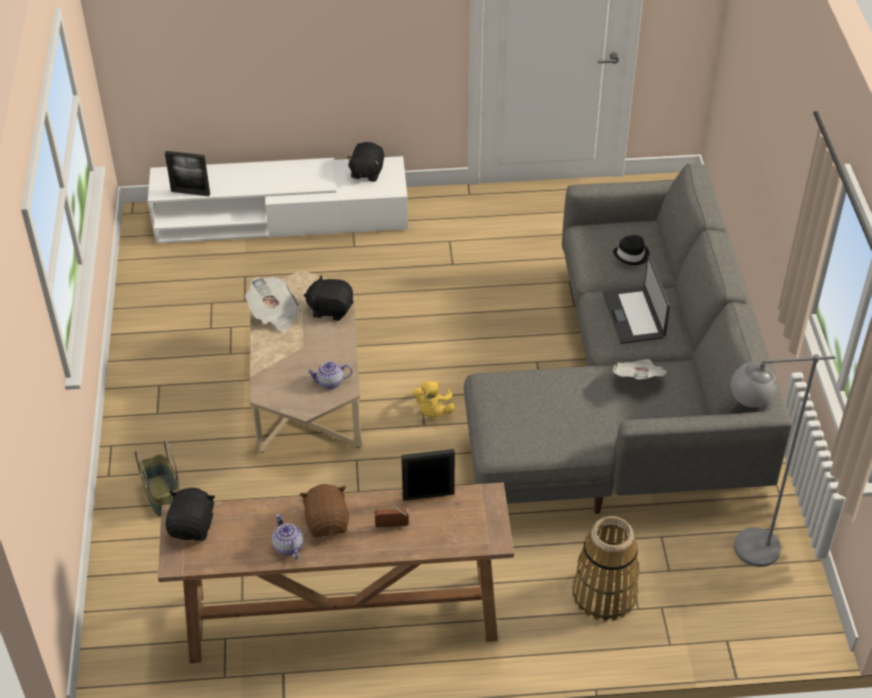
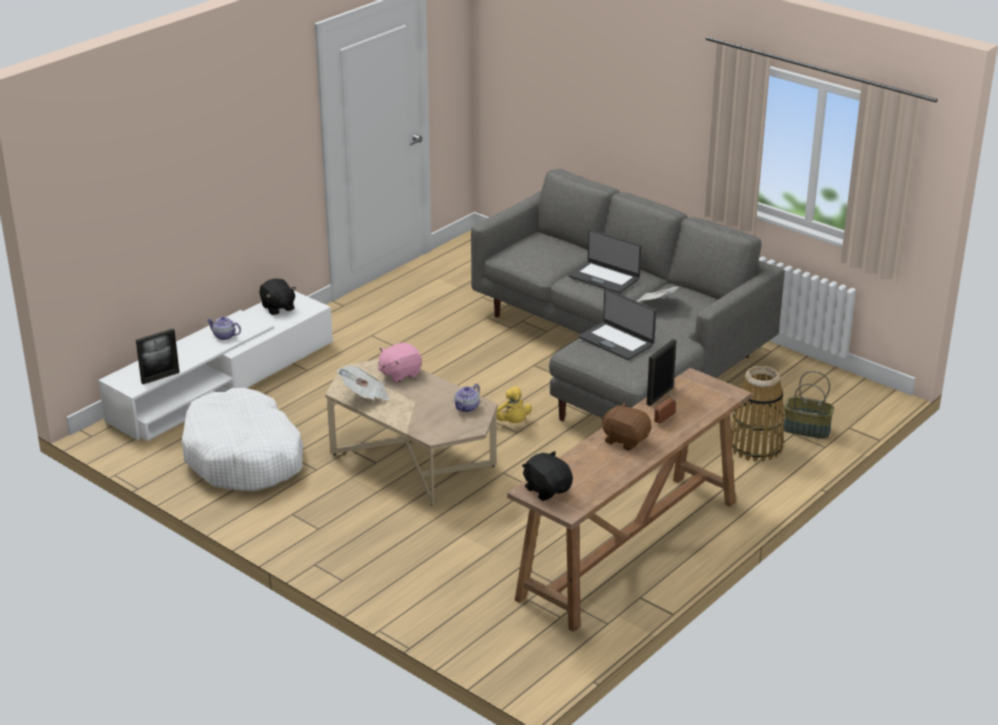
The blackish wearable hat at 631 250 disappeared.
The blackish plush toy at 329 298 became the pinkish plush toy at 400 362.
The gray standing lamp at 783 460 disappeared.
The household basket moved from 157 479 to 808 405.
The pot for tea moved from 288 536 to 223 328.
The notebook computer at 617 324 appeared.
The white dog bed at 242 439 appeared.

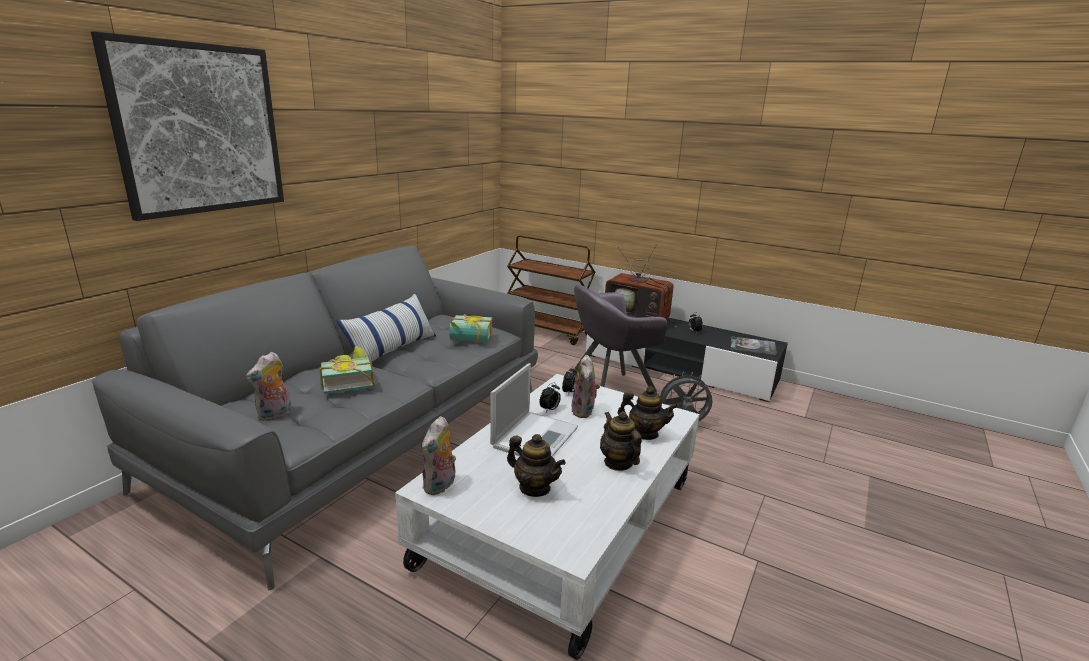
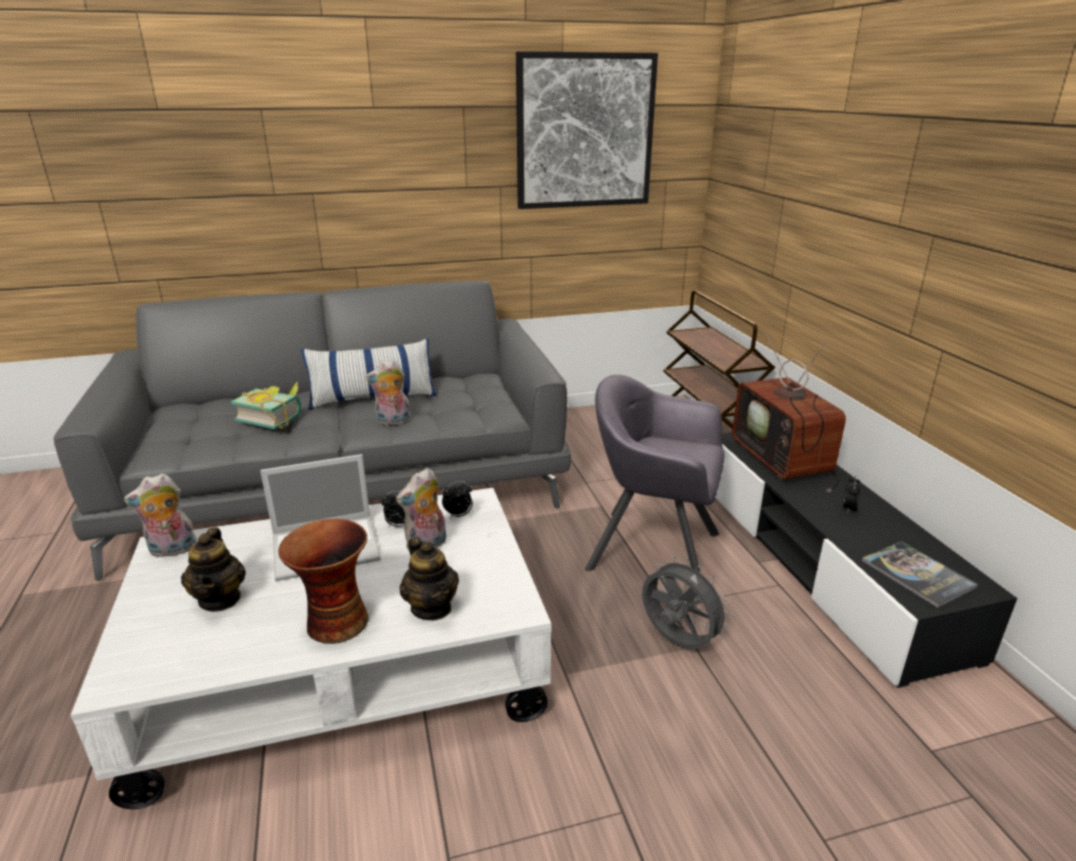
The wall picture moved from 187 126 to 587 130.
The bound book at 470 328 disappeared.
The plush toy moved from 269 386 to 388 392.
The pot for tea at 621 441 was replaced by the vase at 323 581.

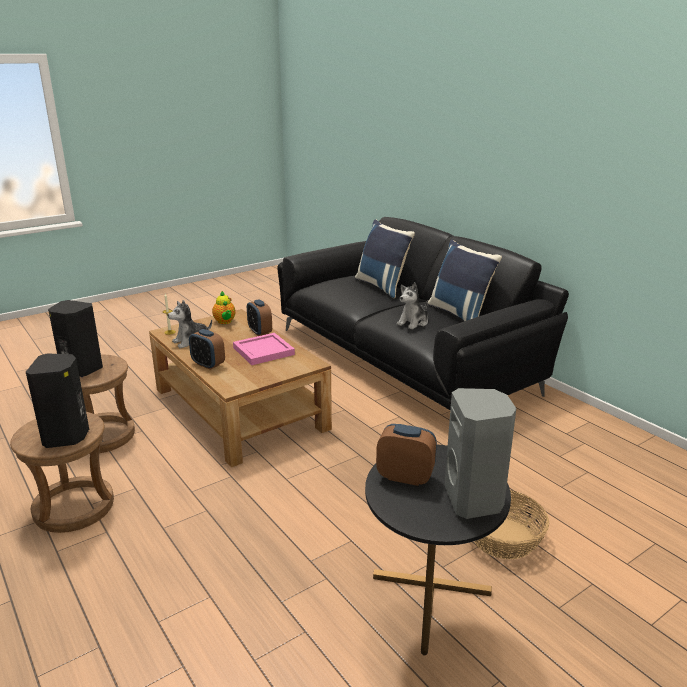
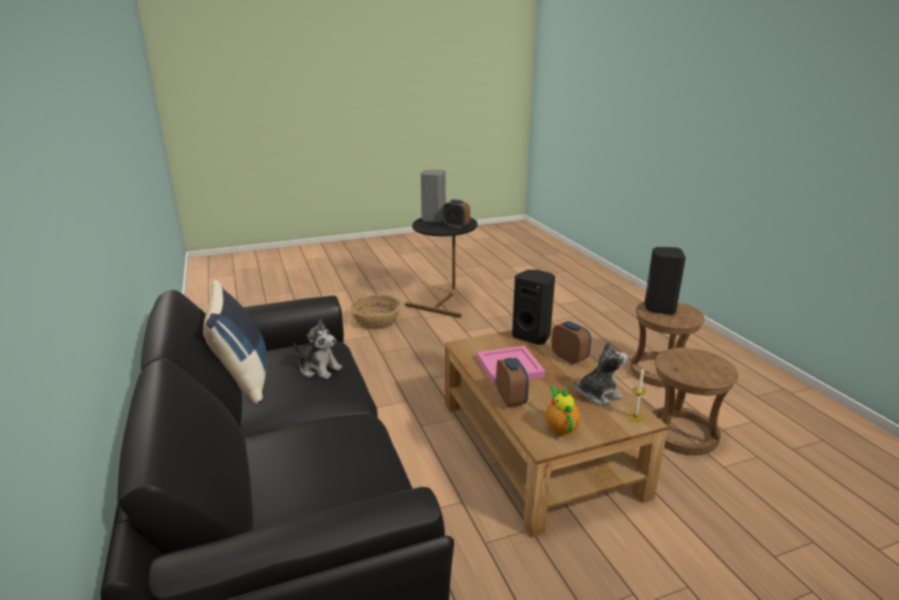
The blue throw pillow at 385 258 disappeared.
The plush toy at 412 305 turned 60 degrees clockwise.
The blackish loudspeaker moved from 75 338 to 533 307.

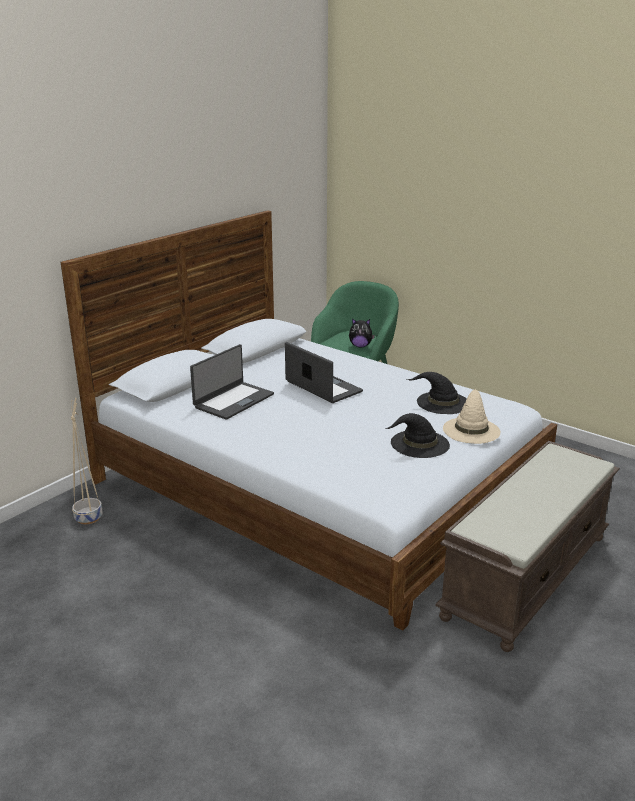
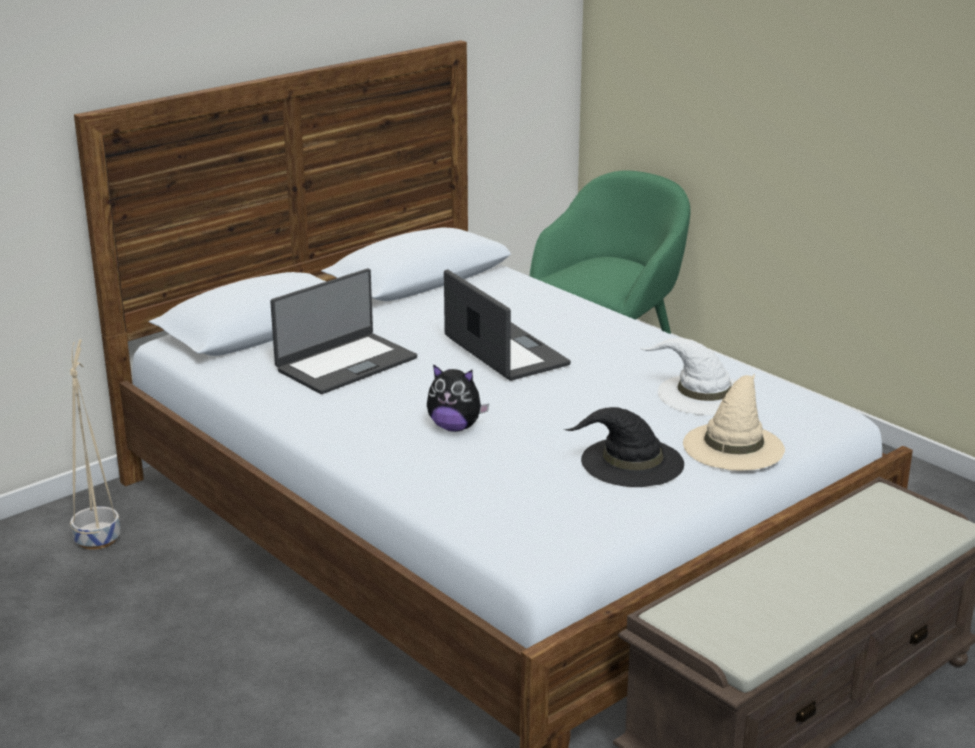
The plush toy moved from 362 332 to 458 398.
The blackish wearable hat at 437 393 became the white wearable hat at 687 377.

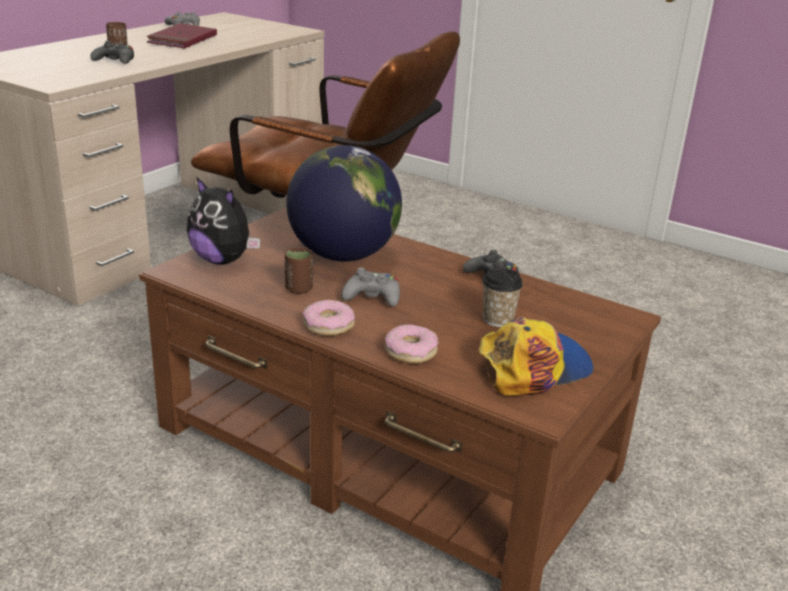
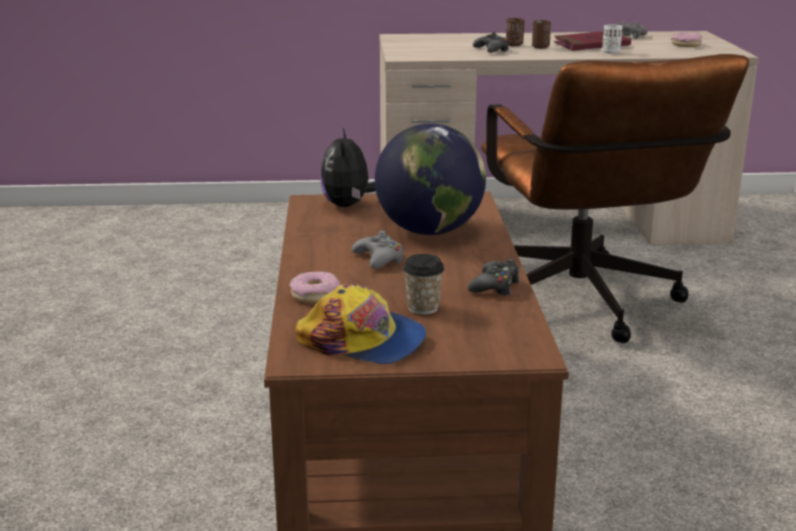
The brownish cup moved from 299 270 to 541 34.
The ring doughnut moved from 328 318 to 686 39.
The white cup at 612 39 appeared.

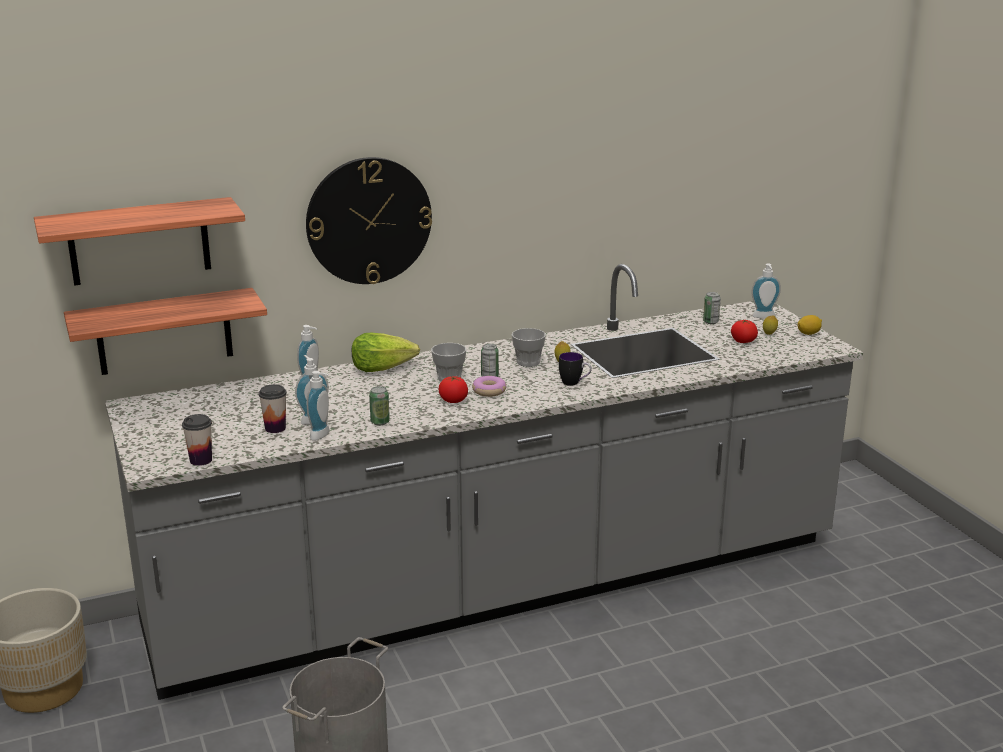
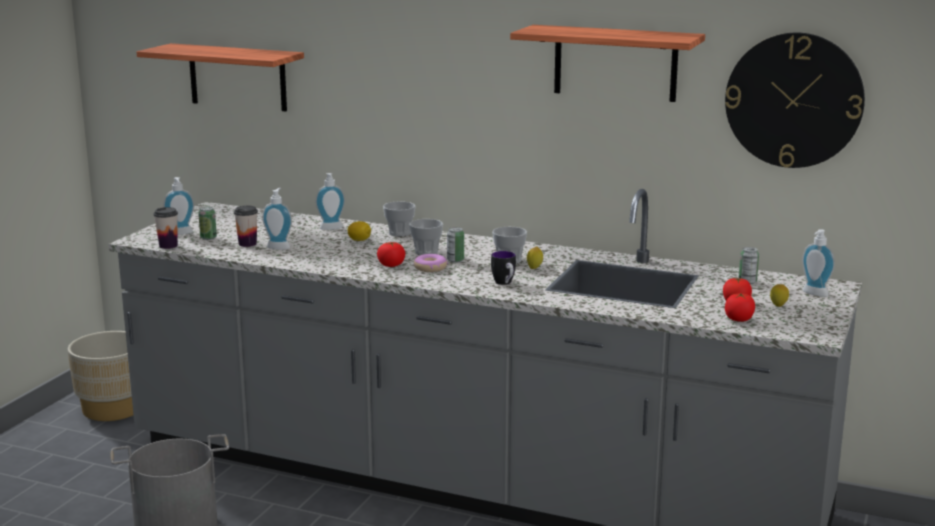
The hanging clock moved from 369 220 to 795 100.
The bracket shelf moved from 165 331 to 607 63.
The lemon moved from 810 325 to 359 231.
The head of lettuce at 386 352 was replaced by the cup at 399 219.
The soap dispenser moved from 318 406 to 178 206.
The sealed can moved from 379 405 to 207 223.
The whole tomato at 740 307 appeared.

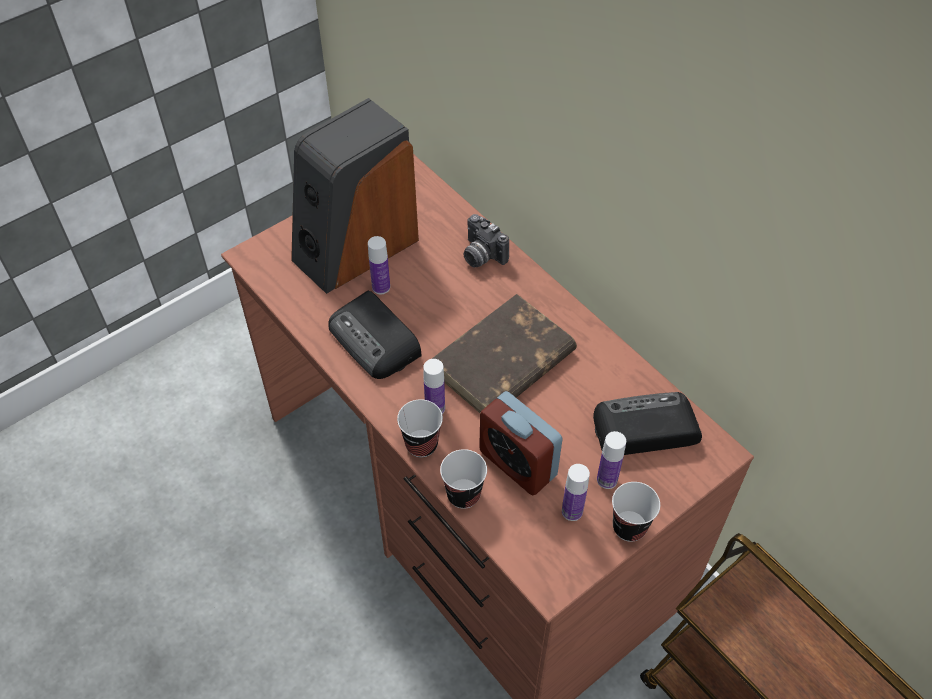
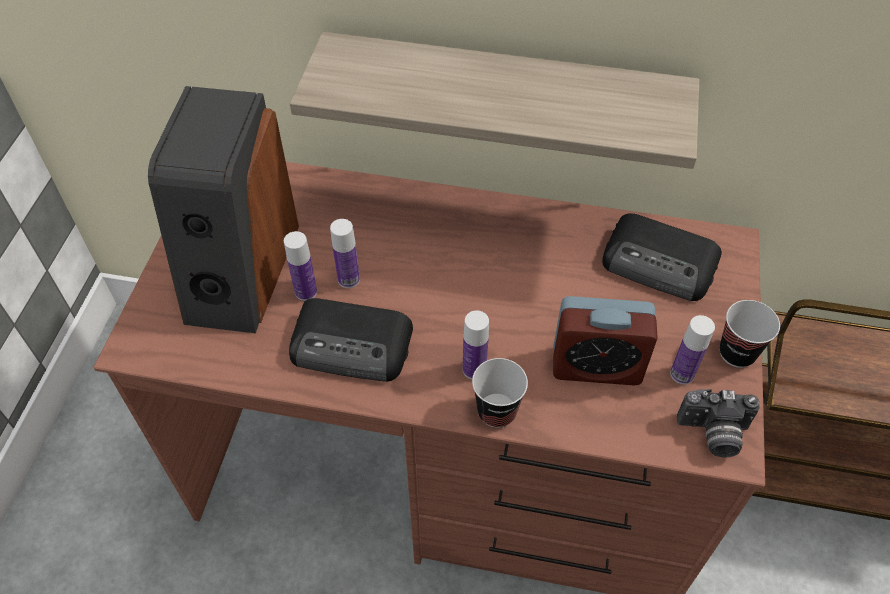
The still camera moved from 486 240 to 718 423.
The brownish bound book at 504 353 disappeared.
The radio set at 647 423 turned 105 degrees counterclockwise.
The beverage bottle moved from 611 460 to 345 253.
The cup at 463 479 disappeared.
The bracket shelf at 494 100 appeared.

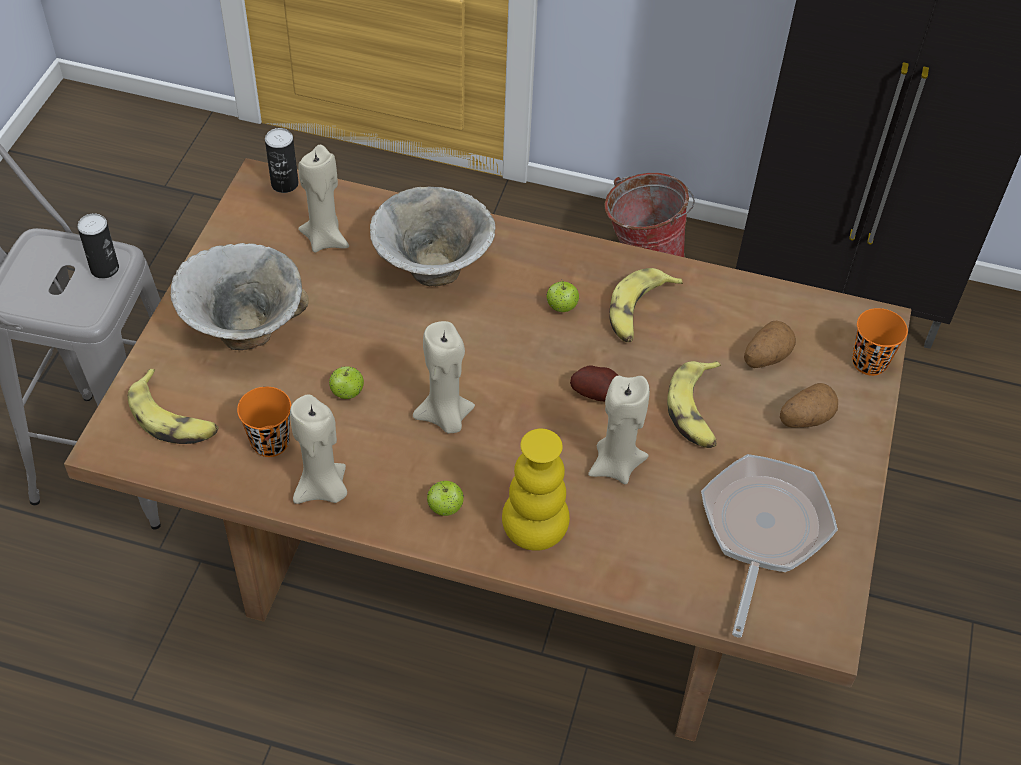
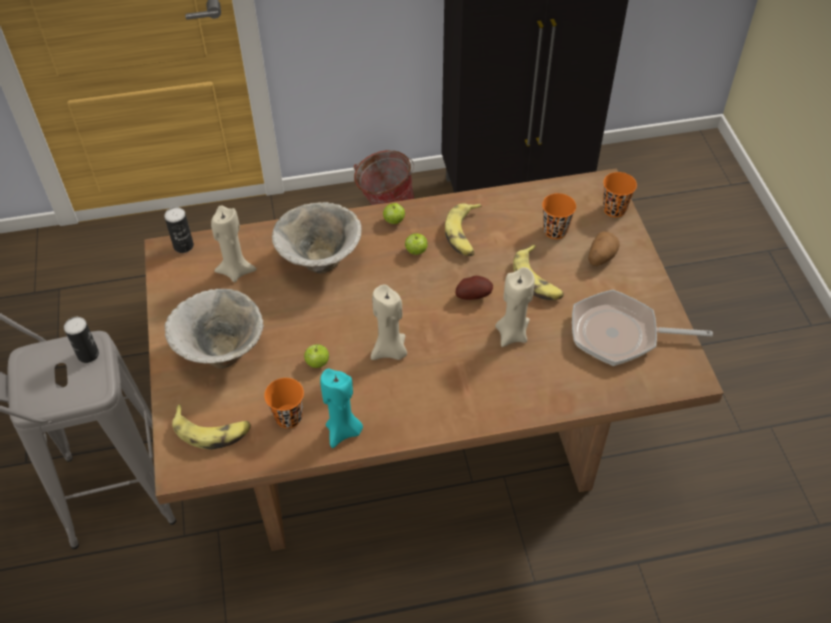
The spud at 770 344 was replaced by the orangey cup at 559 216.
The beige wax light at 318 449 became the blue-green wax light at 341 408.
The yellow-coloured vase at 536 490 disappeared.
The skillet at 769 546 turned 75 degrees counterclockwise.
The apple moved from 445 498 to 394 213.

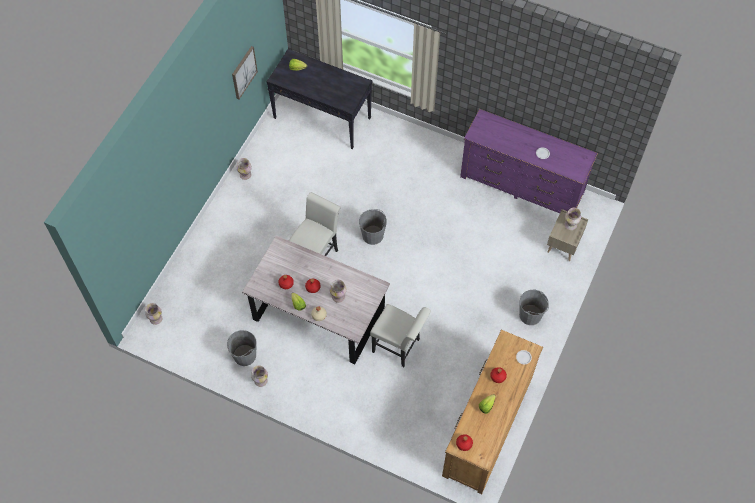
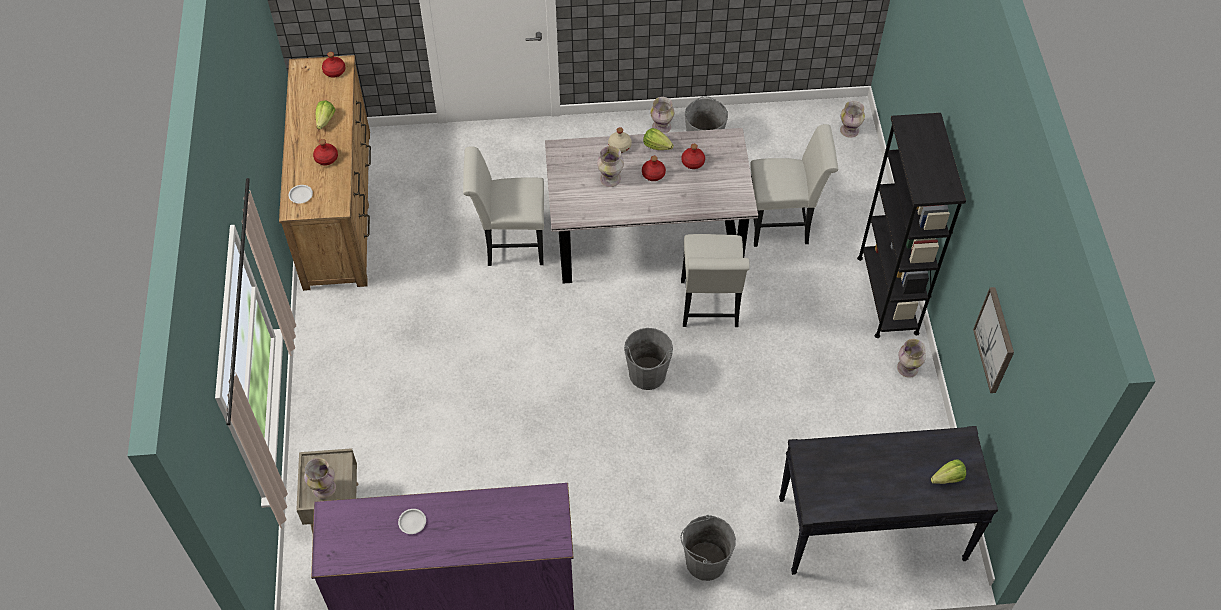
The gray water bucket moved from 534 307 to 708 548.
The blackish bookcase at 911 225 appeared.
The white upright chair at 794 185 appeared.

